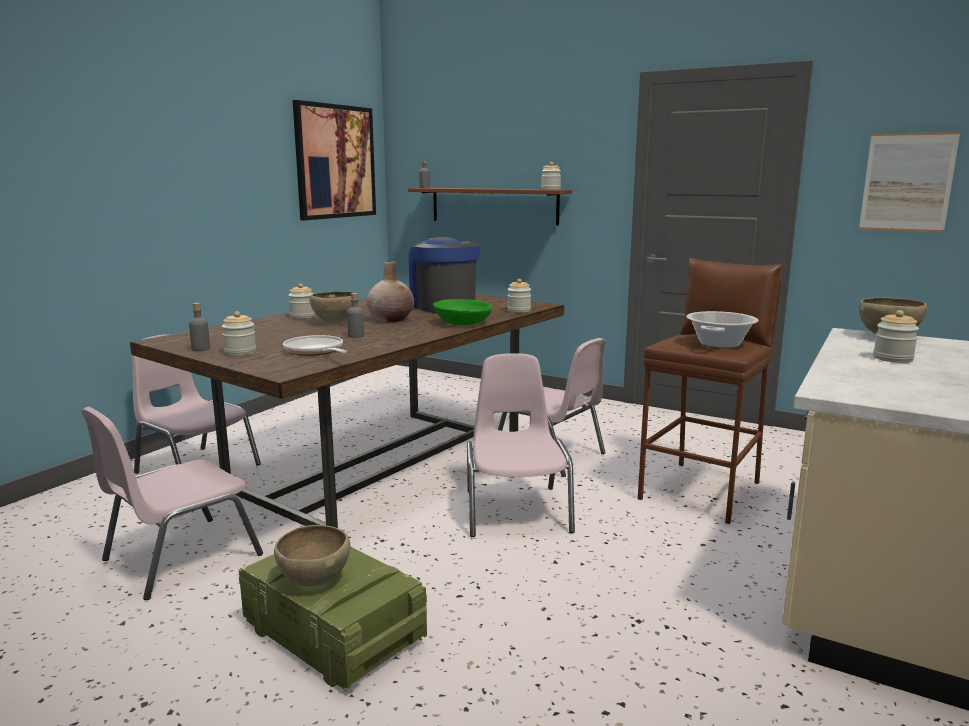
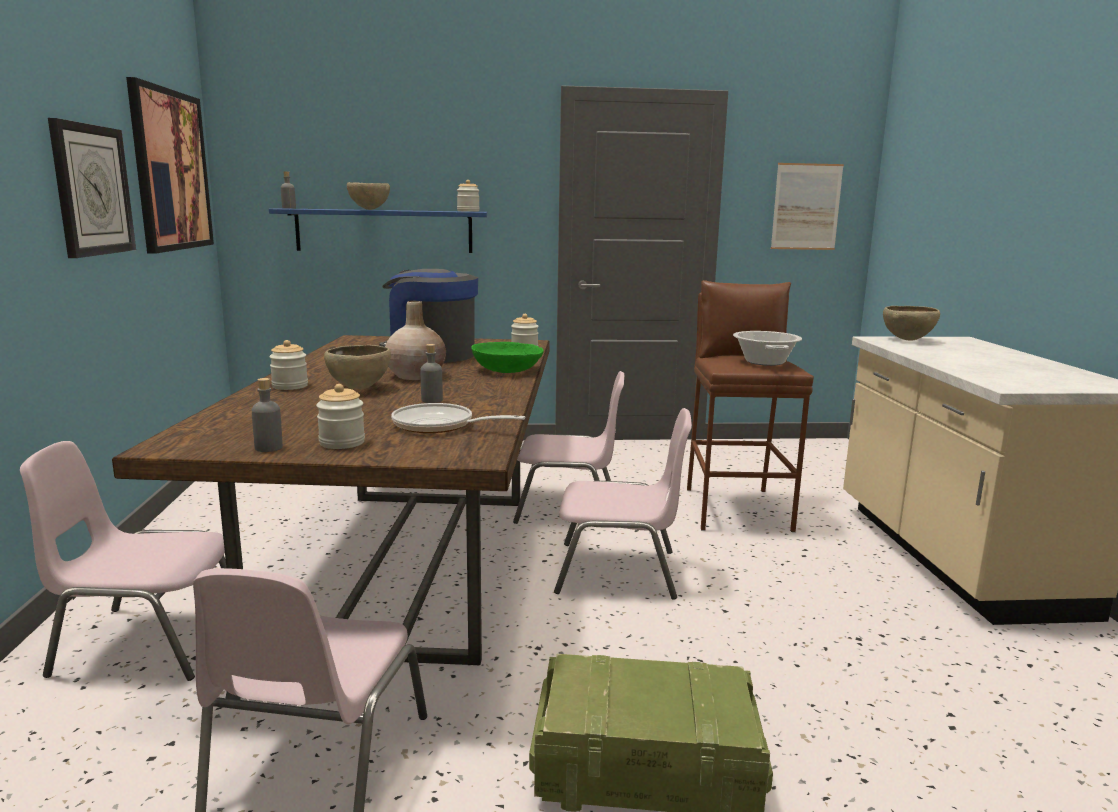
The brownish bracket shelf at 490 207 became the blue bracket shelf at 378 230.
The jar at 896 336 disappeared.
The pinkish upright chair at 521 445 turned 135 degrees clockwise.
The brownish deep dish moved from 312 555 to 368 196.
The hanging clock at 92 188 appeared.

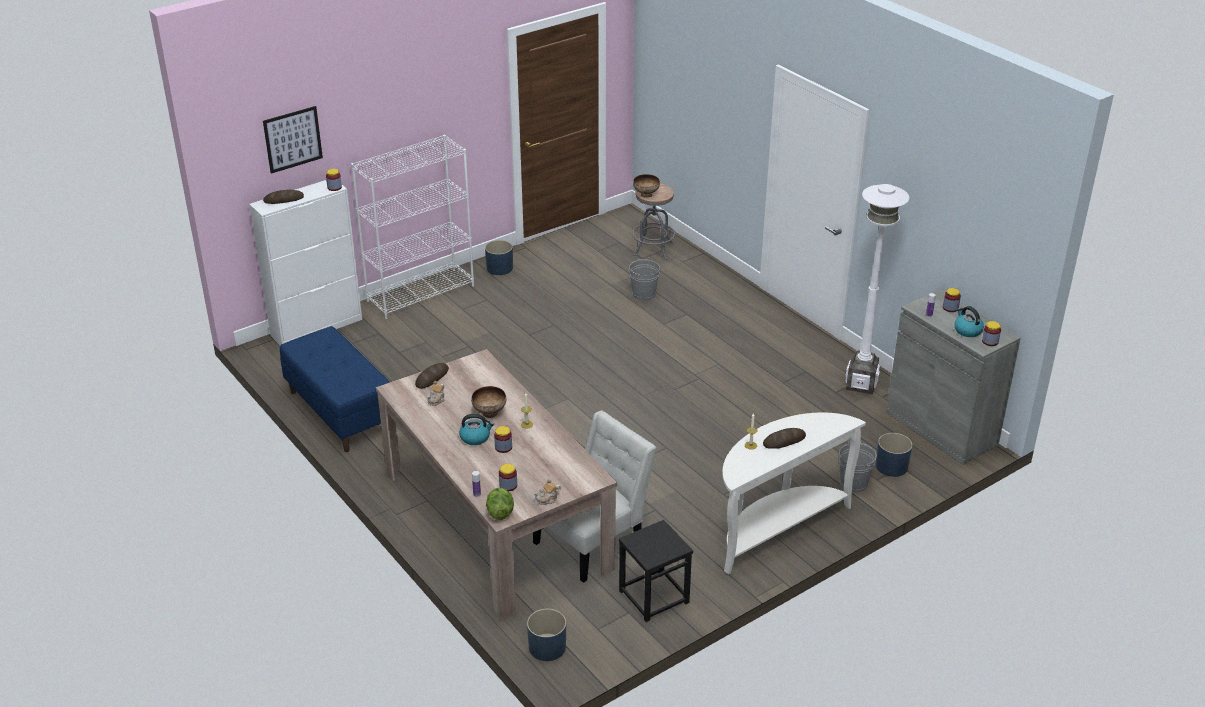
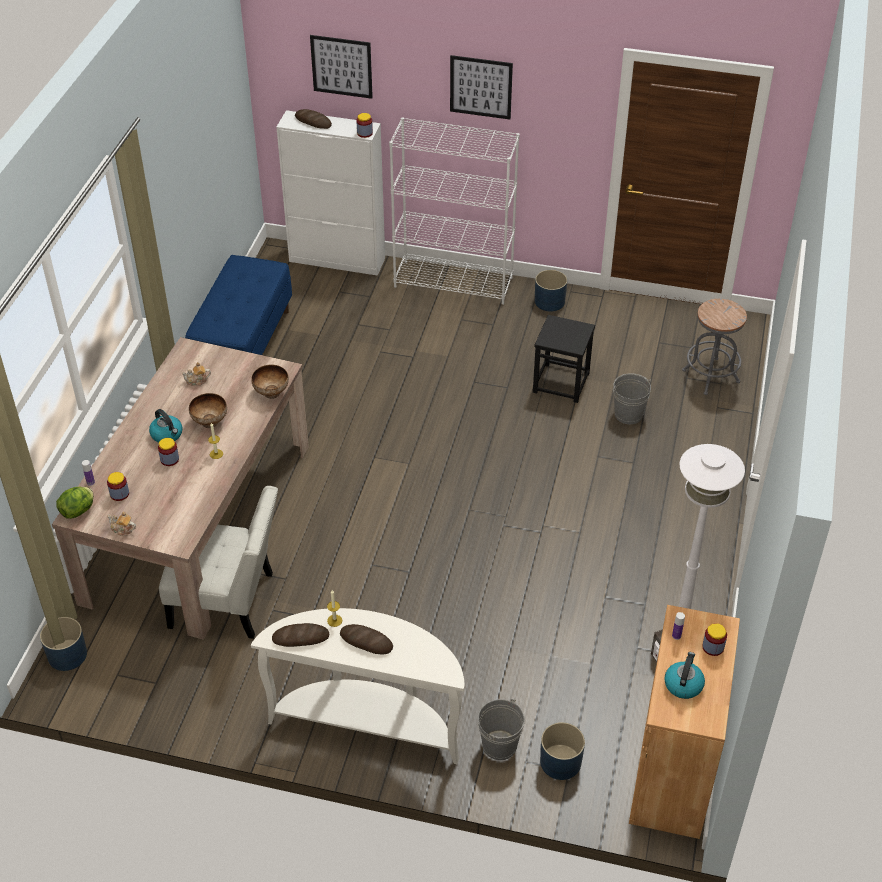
The deep dish moved from 646 186 to 270 381.
The gray cabinet at 953 377 became the brownish cabinet at 684 722.
The jar at 991 333 disappeared.
The baked bread moved from 432 376 to 300 635.
The blackish stool seat moved from 655 571 to 564 359.
The wall picture at 481 87 appeared.

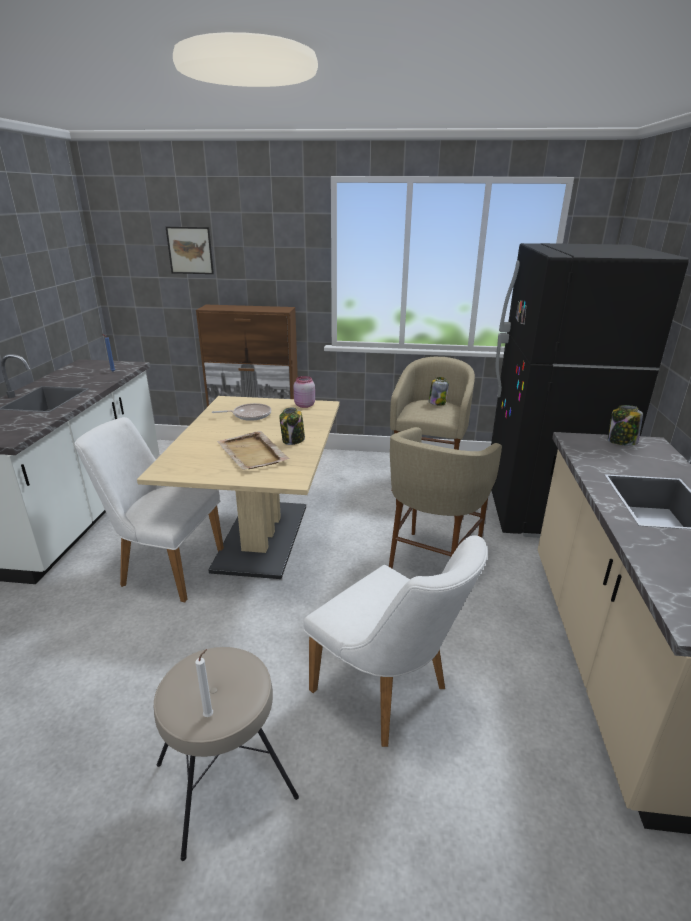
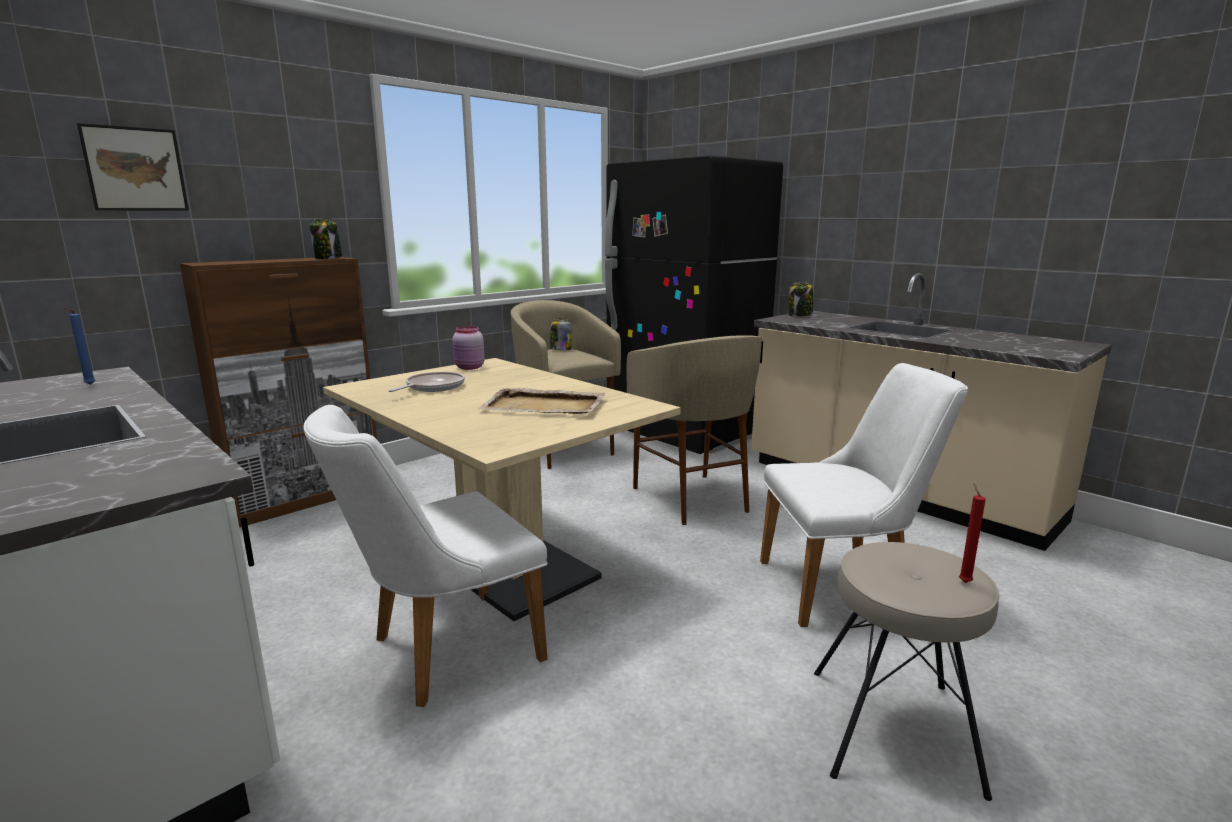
The jar moved from 292 426 to 325 238.
The white wax light at 204 683 became the reddish wax light at 972 533.

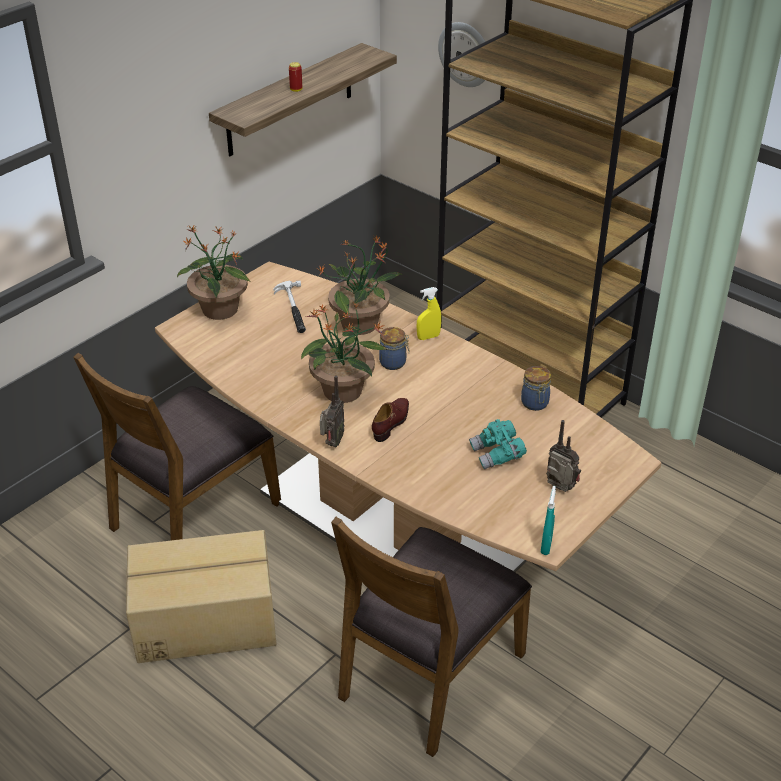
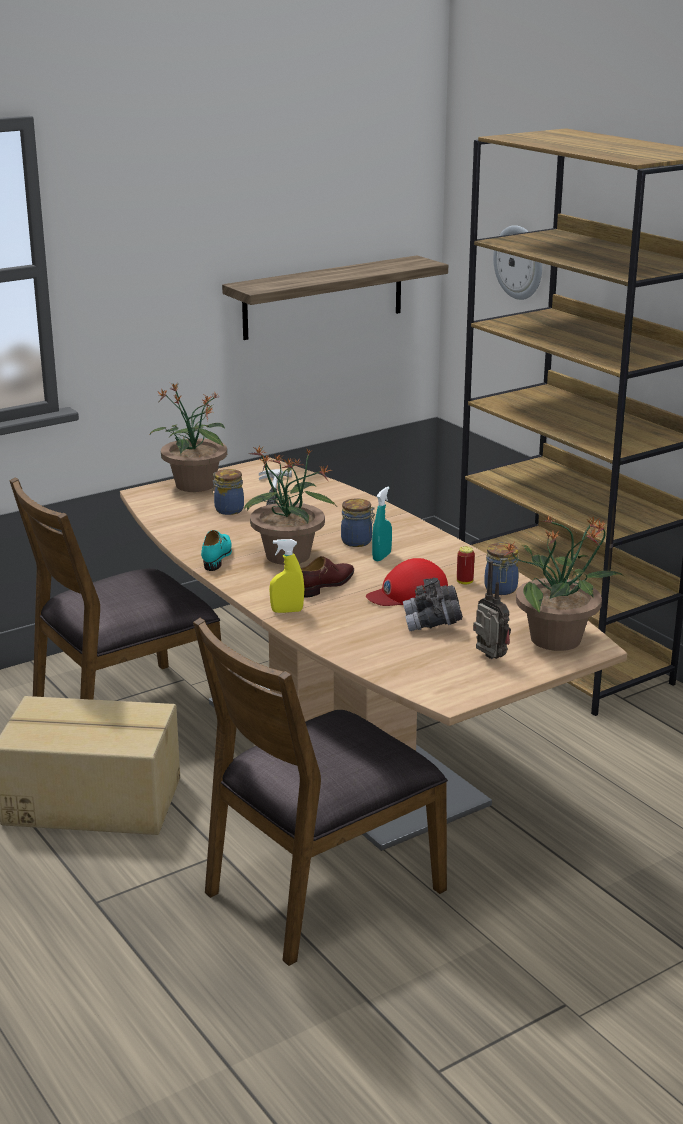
The sealed can moved from 295 77 to 466 565.
The potted plant moved from 359 284 to 564 583.
The yellow-coloured hand sprayer moved from 429 313 to 286 576.
The radio set at 332 411 disappeared.
The blue-green pair of binoculars at 498 444 became the gray pair of binoculars at 433 604.
The blue-green hand sprayer moved from 548 520 to 382 524.
The jar at 228 492 appeared.
The blue-green low shoe at 216 550 appeared.
The reddish peaked cap at 407 582 appeared.

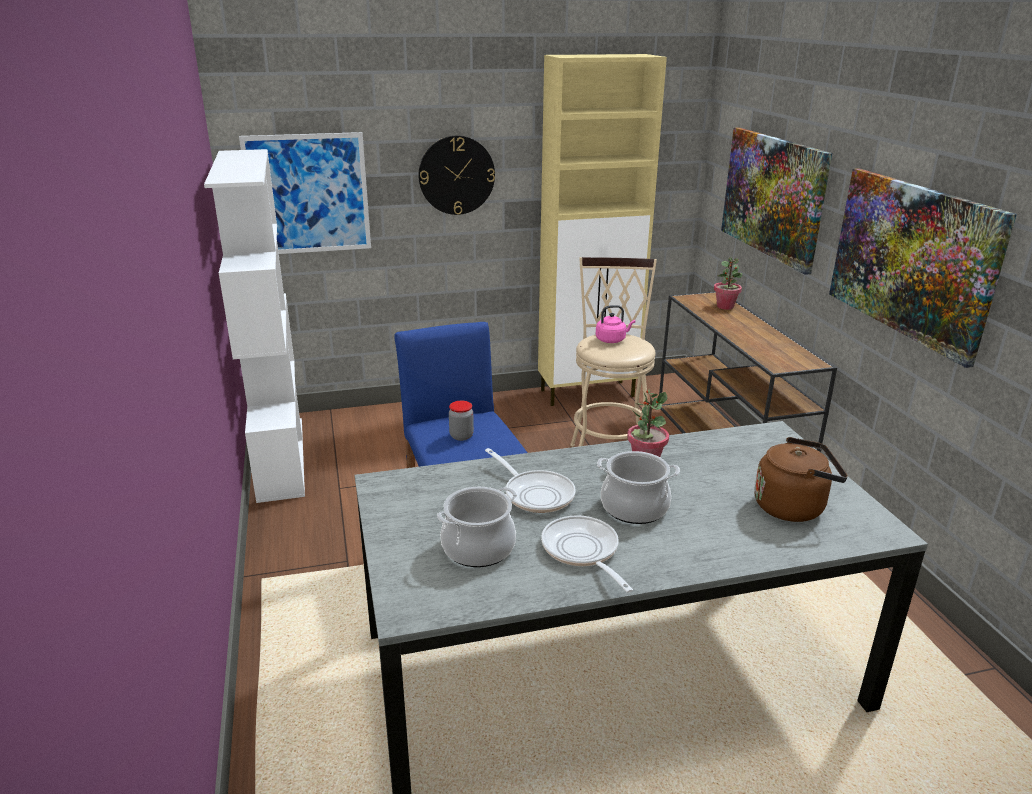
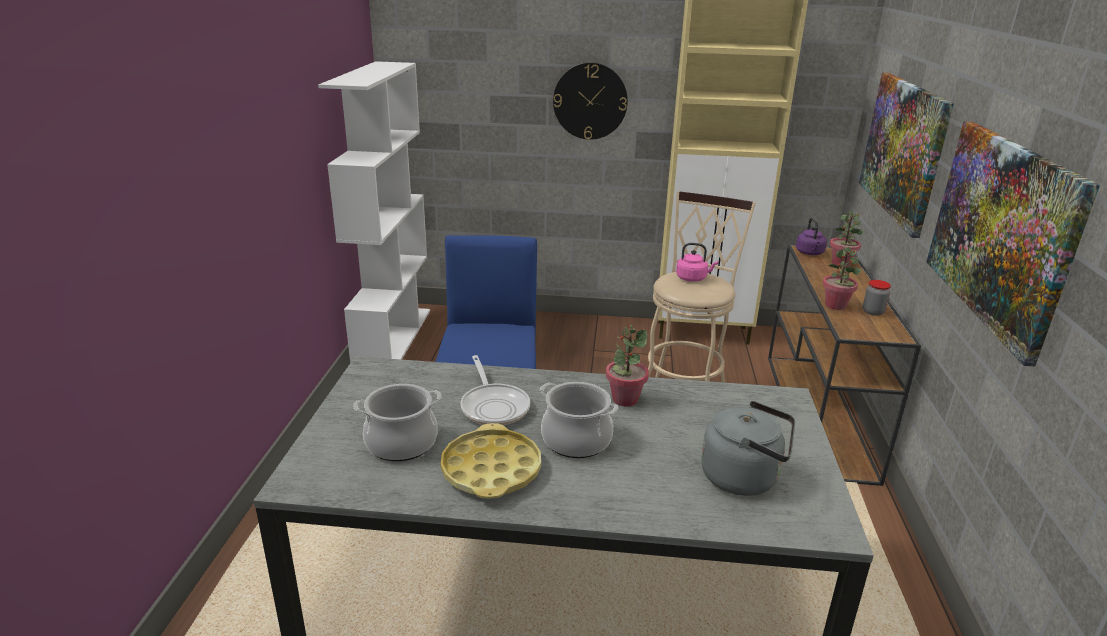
The wall picture at 305 193 disappeared.
The jar moved from 461 421 to 877 298.
The brownish water kettle at 801 479 became the gray water kettle at 748 448.
The skillet at 587 554 was replaced by the yellow-coloured tray at 491 461.
The purplish water kettle at 811 236 appeared.
The potted plant at 841 278 appeared.

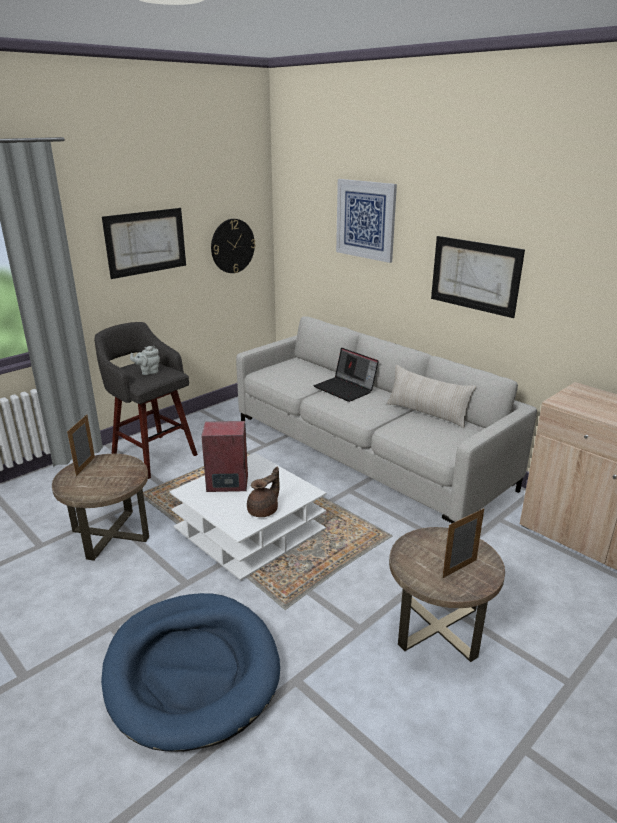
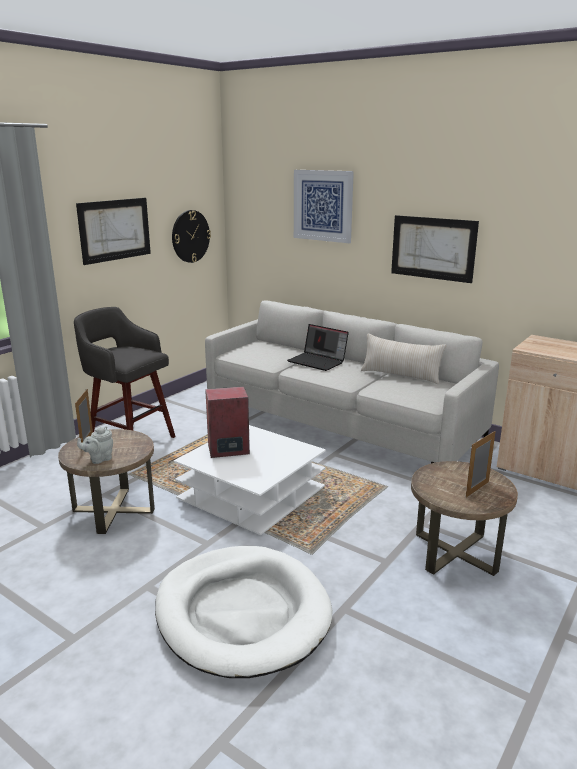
The gray pot for tea moved from 145 360 to 95 445.
The brownish pot for tea at 263 492 disappeared.
The blue dog bed at 190 672 became the white dog bed at 244 612.

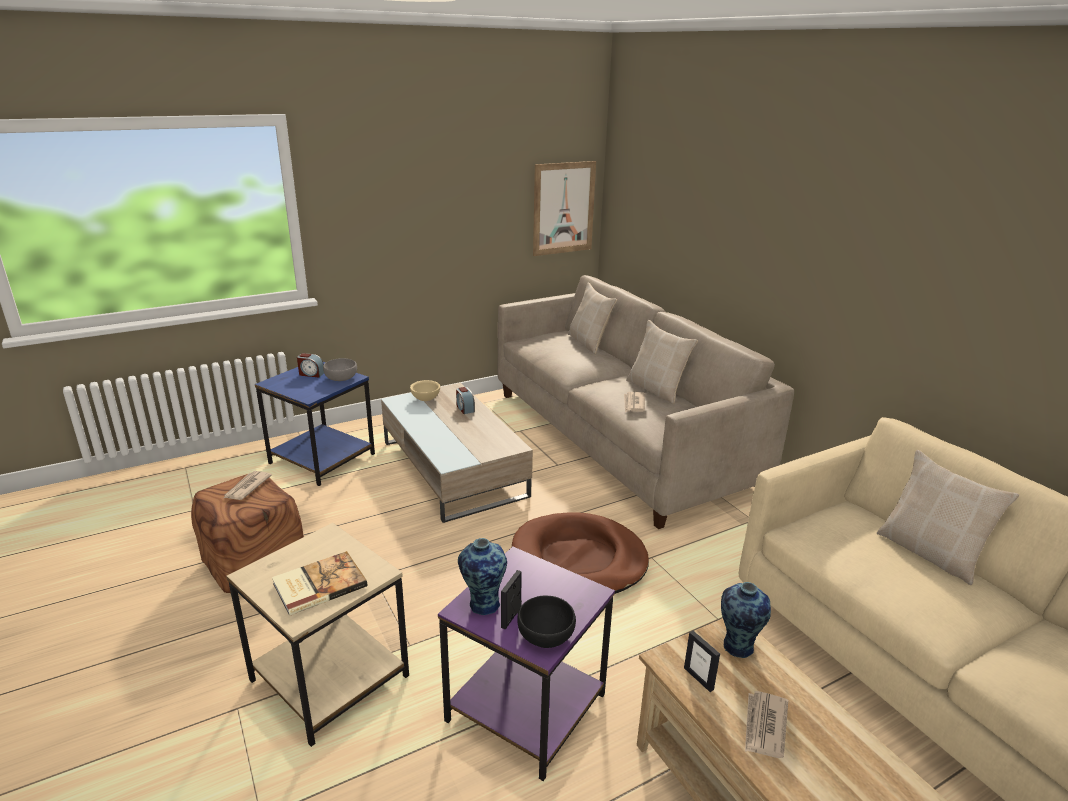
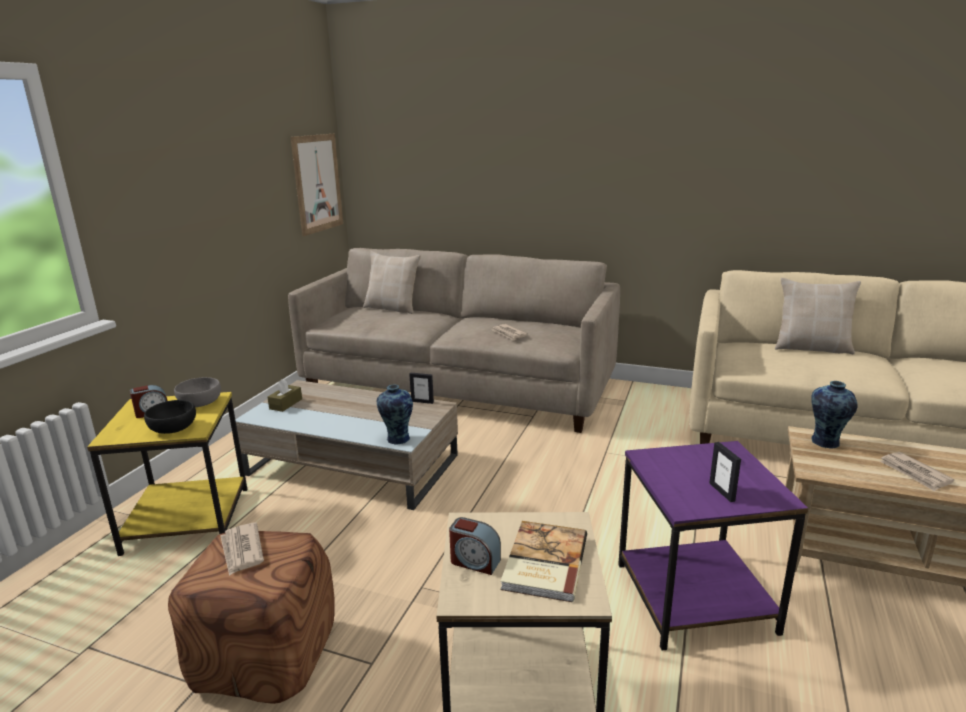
The beige throw pillow at 662 362 disappeared.
The blue side table at 315 424 became the yellow-coloured side table at 167 474.
The beige deep dish at 425 390 was replaced by the brownish box of tissues at 284 395.
The alarm clock moved from 465 400 to 475 546.
The brownish dog bed at 580 553 disappeared.
The vase moved from 482 576 to 395 414.
The blackish deep dish moved from 546 622 to 170 417.
The photo frame moved from 702 661 to 421 388.

